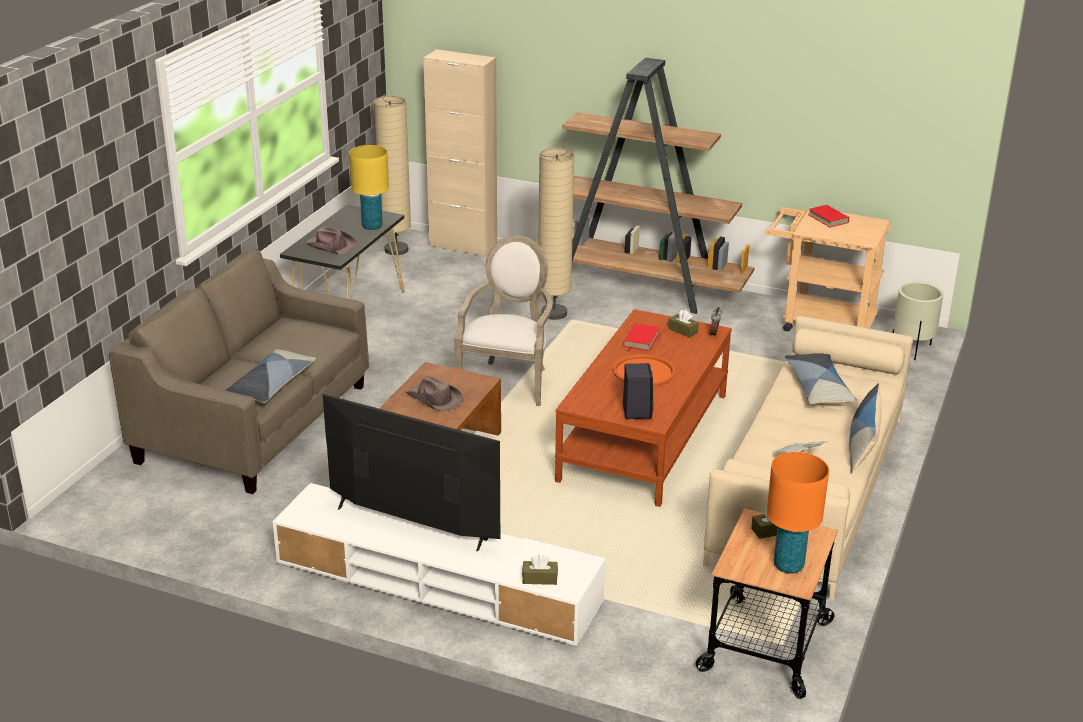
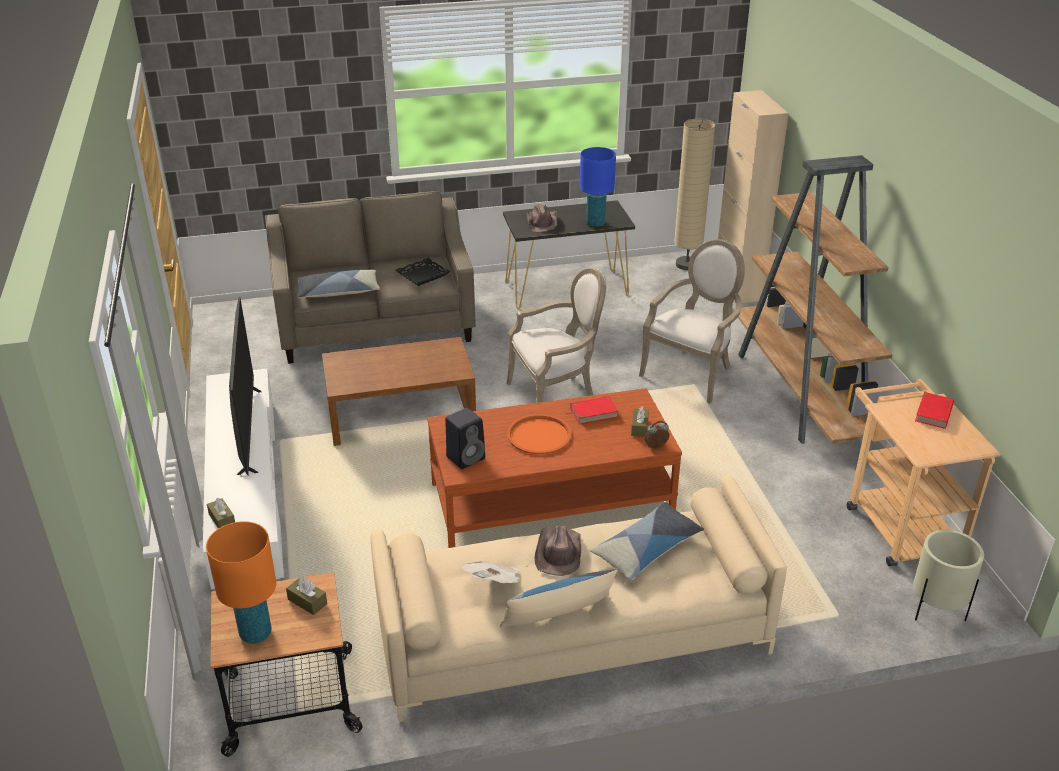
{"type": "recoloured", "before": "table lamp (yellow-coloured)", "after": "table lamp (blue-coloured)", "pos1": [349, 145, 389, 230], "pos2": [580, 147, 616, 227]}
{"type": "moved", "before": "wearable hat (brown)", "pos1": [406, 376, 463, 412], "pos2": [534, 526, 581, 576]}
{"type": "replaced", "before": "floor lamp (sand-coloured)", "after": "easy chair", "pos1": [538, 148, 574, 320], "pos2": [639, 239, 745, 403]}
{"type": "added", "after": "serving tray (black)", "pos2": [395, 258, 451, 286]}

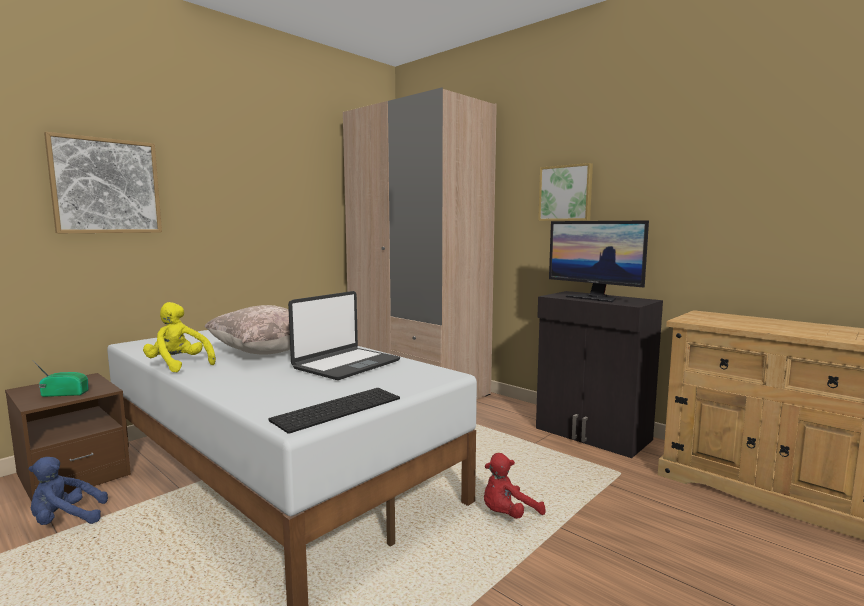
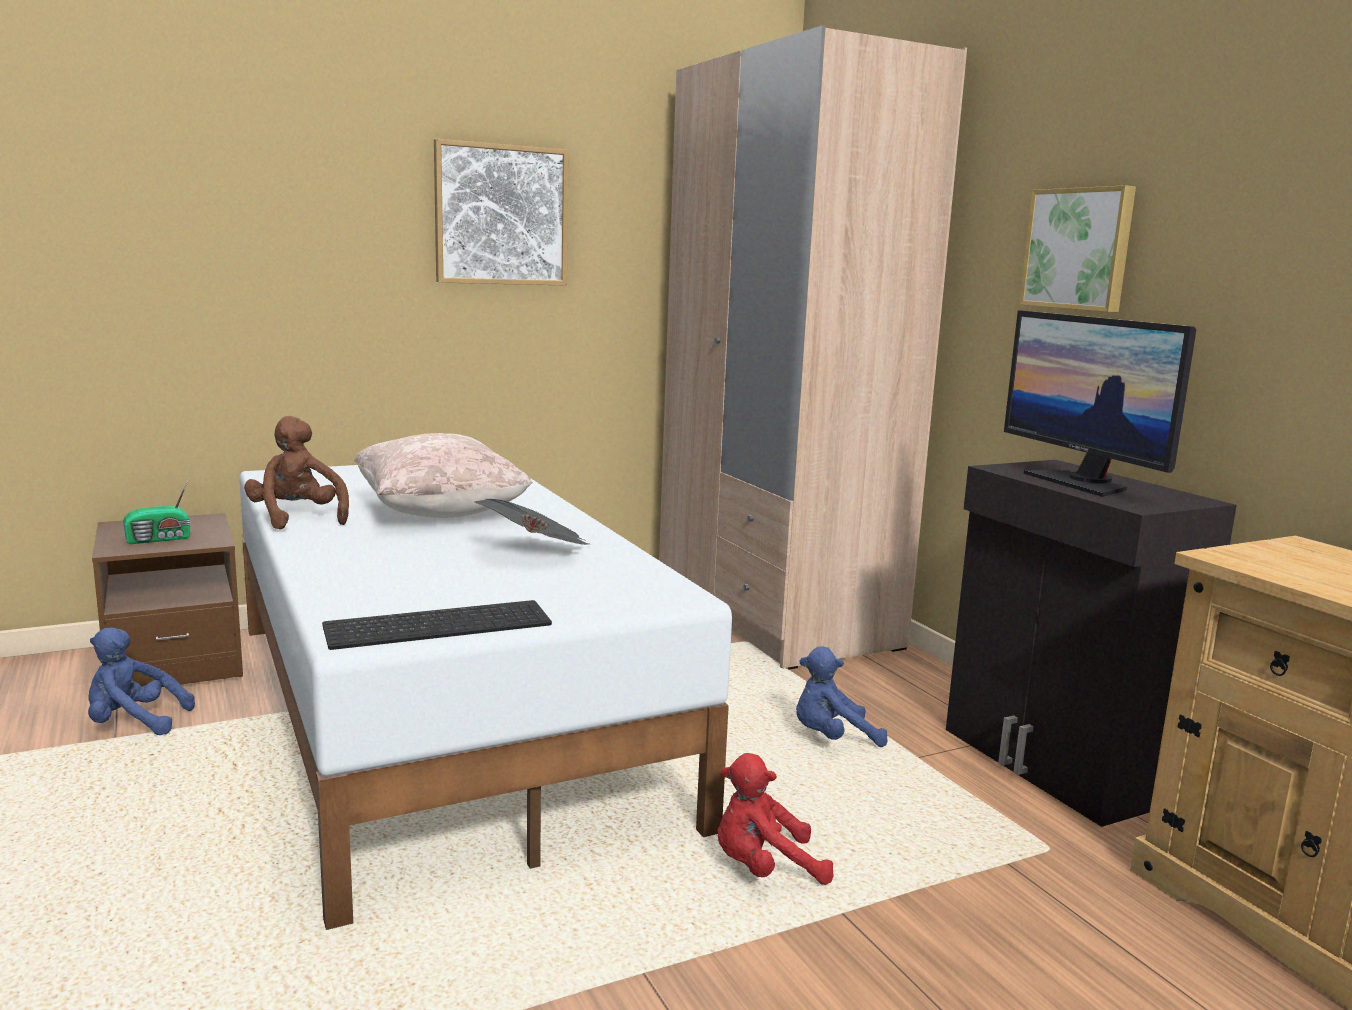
{"type": "turned", "before": "radio", "pos1": [33, 361, 89, 397], "pos2": [123, 480, 191, 544], "turn": 135}
{"type": "moved", "before": "picture", "pos1": [44, 132, 162, 233], "pos2": [434, 139, 569, 286]}
{"type": "recoloured", "before": "soft toy (yellow-coloured)", "after": "soft toy (brown)", "pos1": [143, 302, 216, 373], "pos2": [244, 416, 349, 529]}
{"type": "replaced", "before": "laptop", "after": "newspaper", "pos1": [288, 291, 400, 380], "pos2": [475, 499, 588, 545]}
{"type": "added", "after": "soft toy (blue-coloured)", "pos2": [796, 646, 887, 747]}

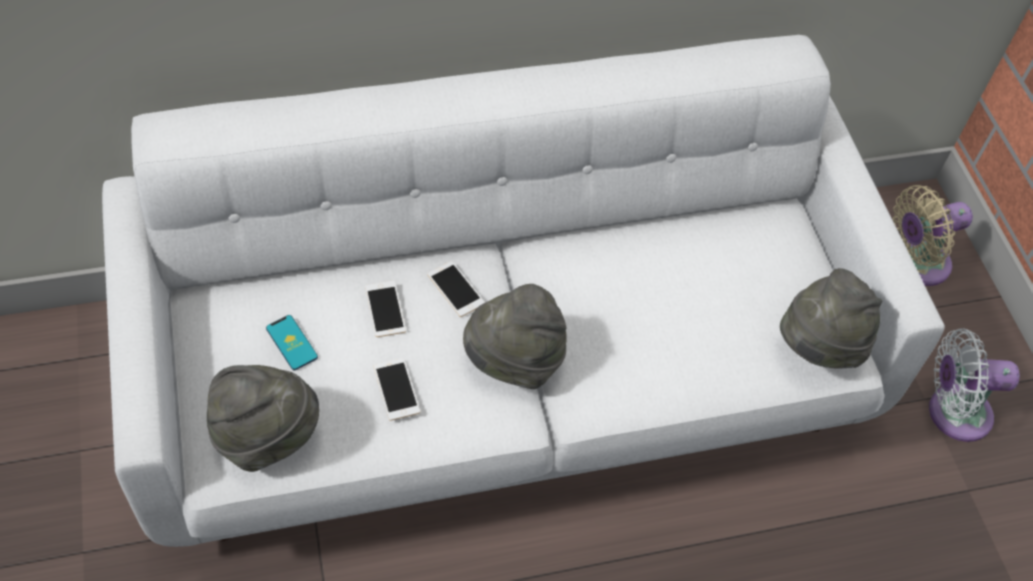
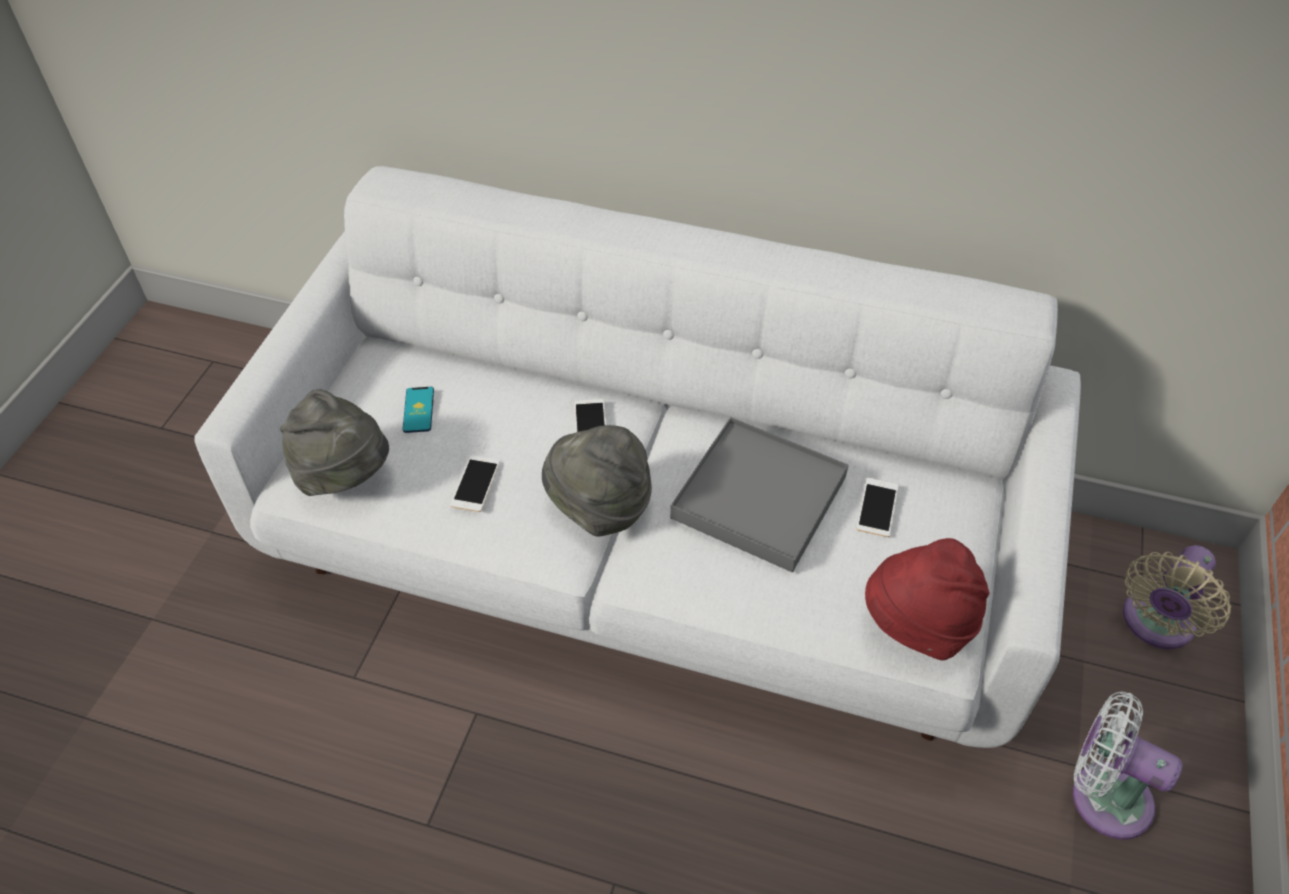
{"type": "moved", "before": "telephone", "pos1": [365, 281, 406, 337], "pos2": [857, 478, 899, 537]}
{"type": "recoloured", "before": "wearable hat (grey)", "after": "wearable hat (red)", "pos1": [780, 268, 882, 368], "pos2": [865, 538, 989, 660]}
{"type": "turned", "before": "electric fan (sand-coloured)", "pos1": [893, 185, 973, 286], "pos2": [1123, 545, 1231, 649], "turn": -60}
{"type": "added", "after": "serving tray (grey)", "pos2": [670, 417, 848, 573]}

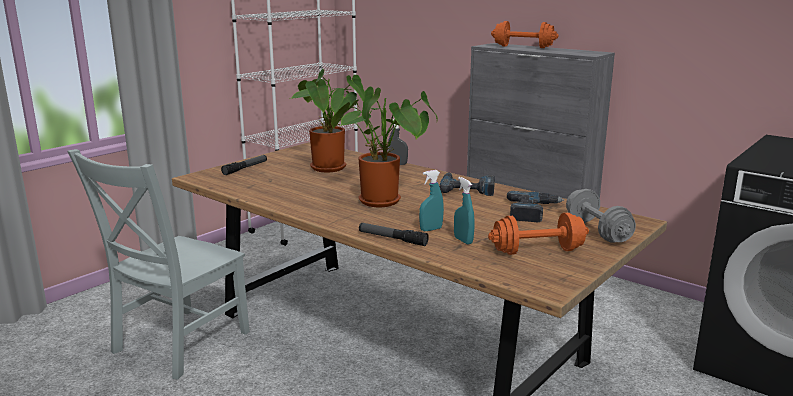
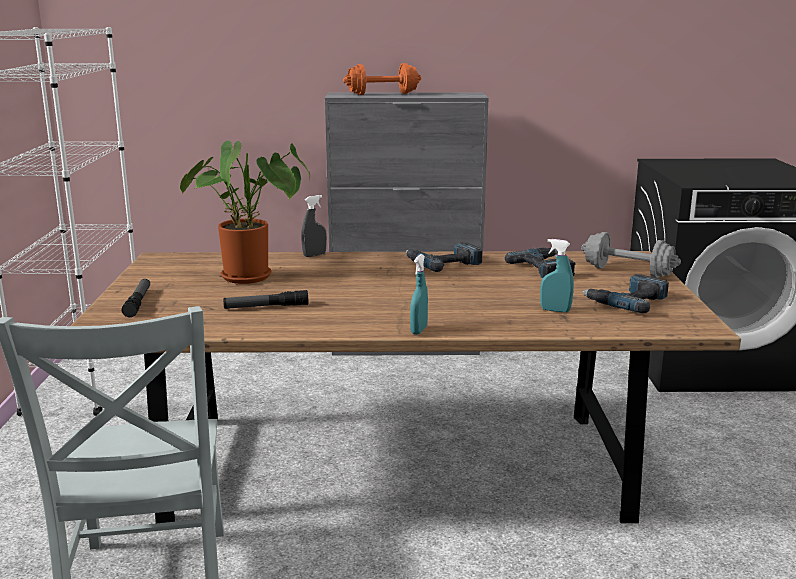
{"type": "removed", "before": "plant in a pot", "pos1": [331, 87, 438, 207]}
{"type": "moved", "before": "torch", "pos1": [359, 223, 429, 246], "pos2": [223, 290, 308, 309]}
{"type": "moved", "before": "sprayer (blue-green)", "pos1": [419, 170, 444, 232], "pos2": [410, 254, 428, 334]}
{"type": "replaced", "before": "free weight (orangey)", "after": "electric drill", "pos1": [488, 213, 589, 255], "pos2": [582, 274, 669, 313]}

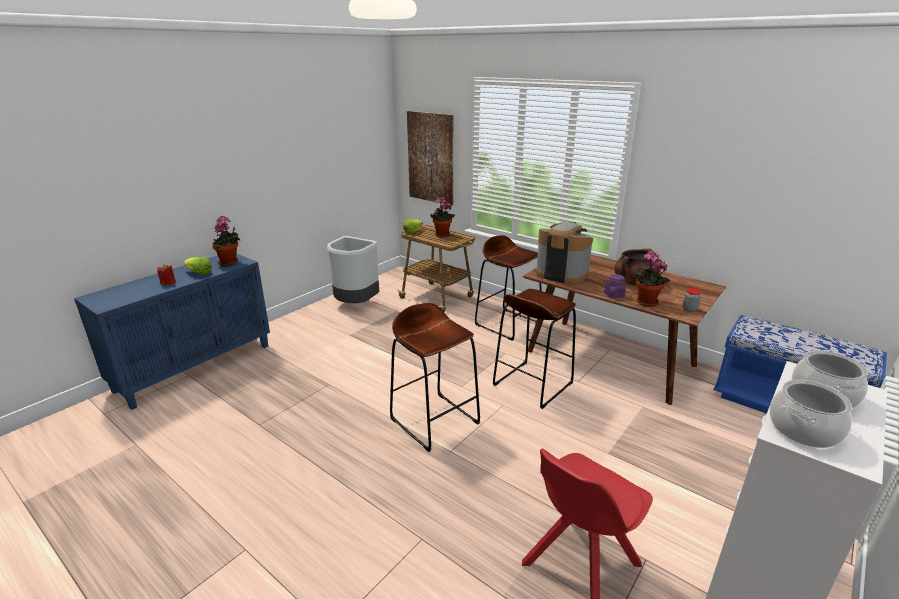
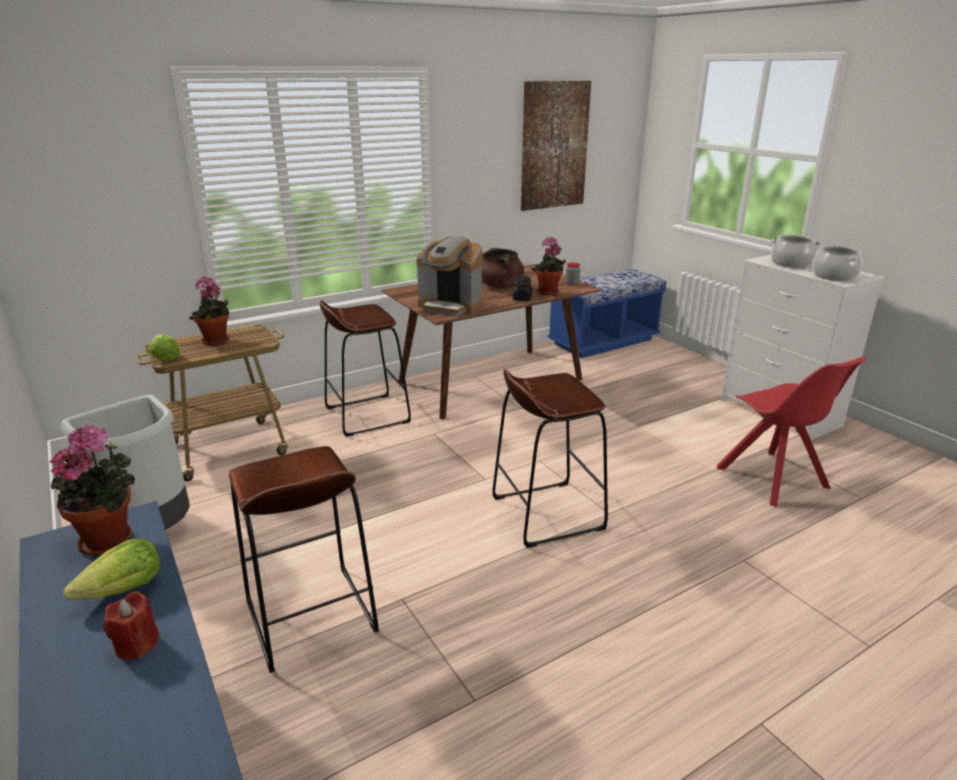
{"type": "moved", "before": "picture", "pos1": [407, 111, 453, 205], "pos2": [521, 81, 591, 211]}
{"type": "moved", "before": "stool seat (brown)", "pos1": [493, 289, 576, 409], "pos2": [229, 446, 379, 673]}
{"type": "turned", "before": "coffee machine", "pos1": [536, 221, 593, 284], "pos2": [416, 236, 483, 316], "turn": -120}
{"type": "recoloured", "before": "preserve jar (purple-coloured)", "after": "preserve jar (black)", "pos1": [604, 274, 628, 298], "pos2": [513, 276, 532, 301]}

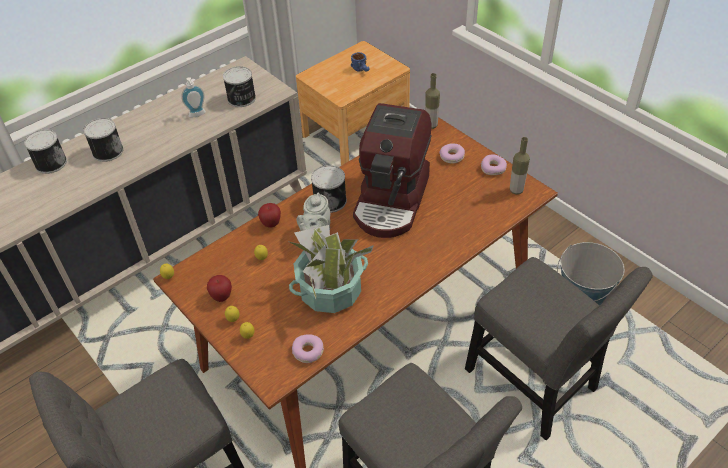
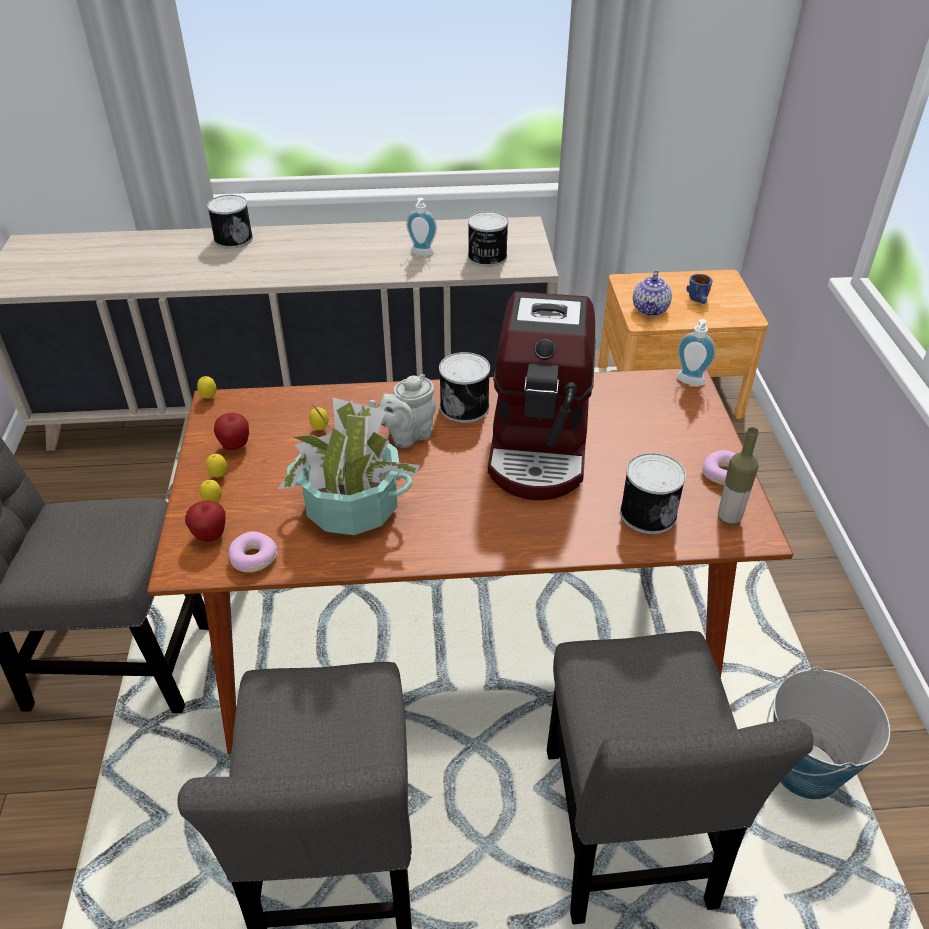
{"type": "moved", "before": "metal can", "pos1": [83, 118, 124, 162], "pos2": [620, 453, 686, 534]}
{"type": "moved", "before": "apple", "pos1": [258, 203, 281, 227], "pos2": [185, 500, 226, 542]}
{"type": "turned", "before": "coffee machine", "pos1": [353, 103, 432, 238], "pos2": [488, 292, 596, 500], "turn": -45}
{"type": "replaced", "before": "drink bottle", "after": "liquid soap bottle", "pos1": [425, 73, 440, 129], "pos2": [676, 319, 716, 386]}
{"type": "removed", "before": "ring doughnut", "pos1": [439, 143, 465, 163]}
{"type": "added", "after": "teapot", "pos2": [633, 270, 672, 316]}

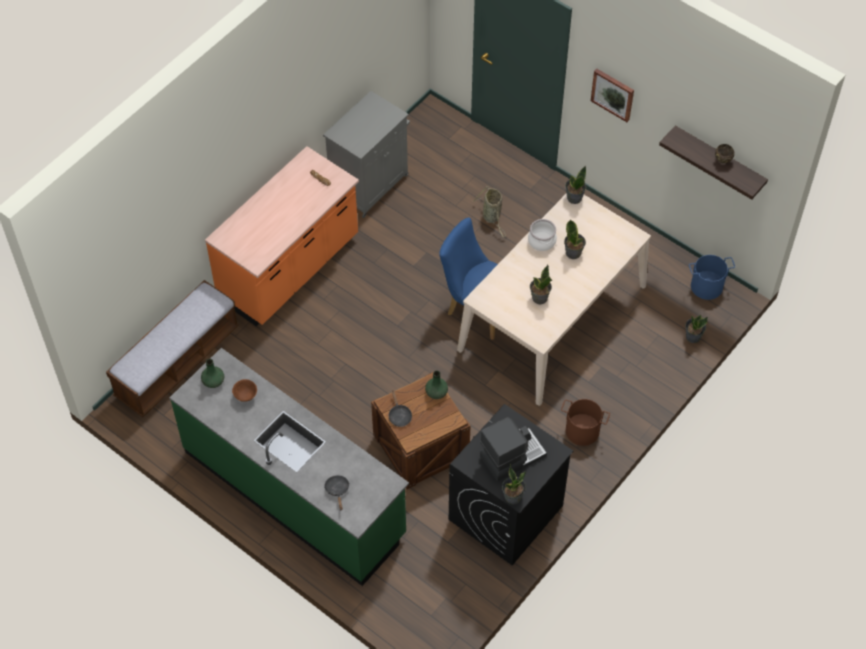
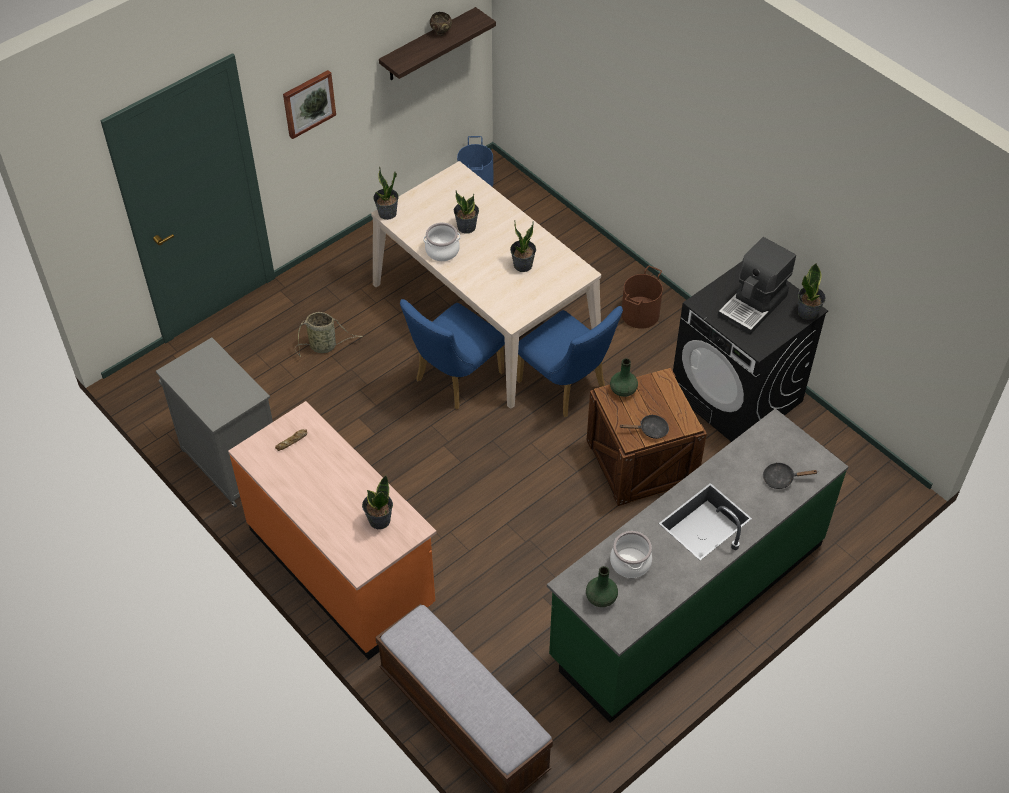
{"type": "replaced", "before": "deep dish (brown)", "after": "cooking pot", "pos1": [232, 379, 257, 402], "pos2": [610, 531, 652, 578]}
{"type": "turned", "before": "coffee machine", "pos1": [480, 417, 547, 481], "pos2": [718, 237, 796, 335], "turn": -120}
{"type": "moved", "before": "plant in a pot", "pos1": [685, 315, 708, 343], "pos2": [362, 475, 393, 529]}
{"type": "added", "after": "plain chair (blue-coloured)", "pos2": [517, 306, 623, 417]}

